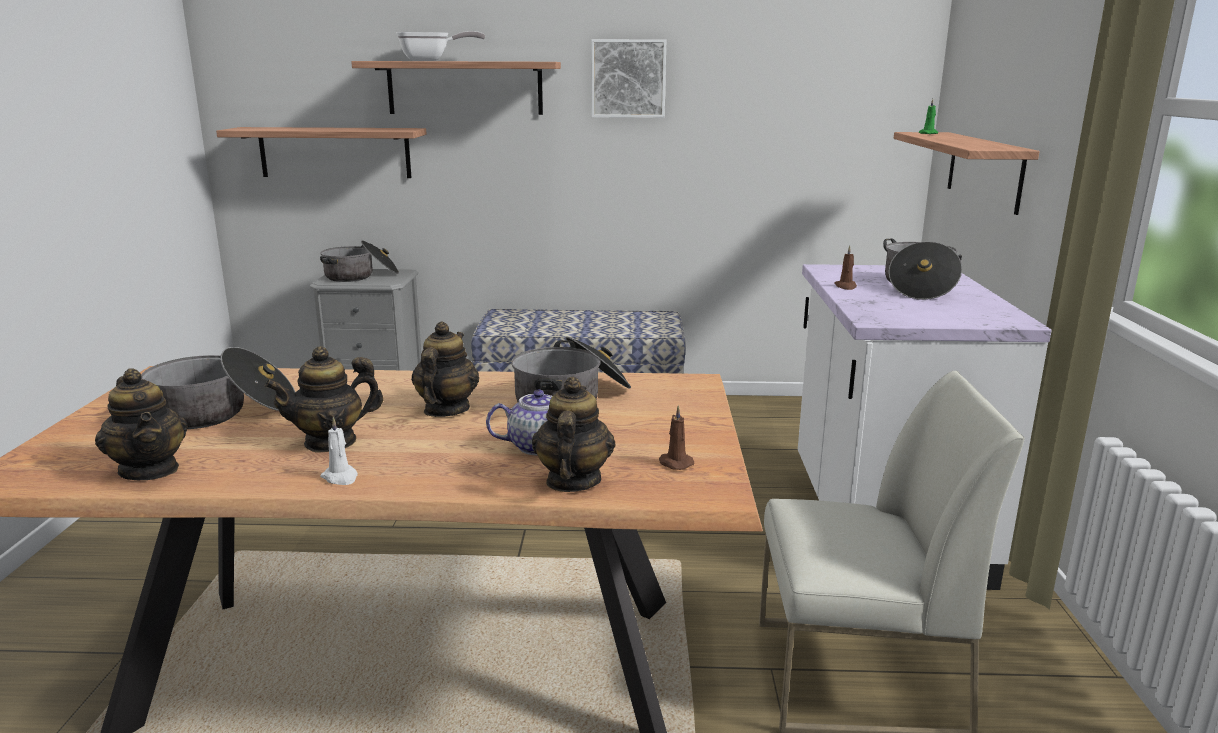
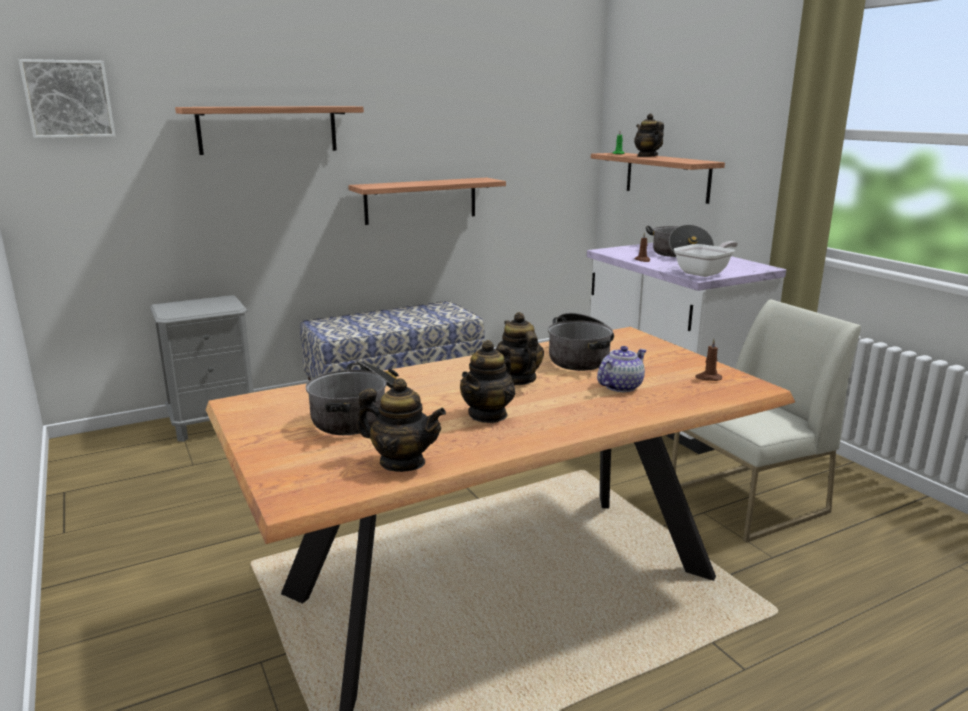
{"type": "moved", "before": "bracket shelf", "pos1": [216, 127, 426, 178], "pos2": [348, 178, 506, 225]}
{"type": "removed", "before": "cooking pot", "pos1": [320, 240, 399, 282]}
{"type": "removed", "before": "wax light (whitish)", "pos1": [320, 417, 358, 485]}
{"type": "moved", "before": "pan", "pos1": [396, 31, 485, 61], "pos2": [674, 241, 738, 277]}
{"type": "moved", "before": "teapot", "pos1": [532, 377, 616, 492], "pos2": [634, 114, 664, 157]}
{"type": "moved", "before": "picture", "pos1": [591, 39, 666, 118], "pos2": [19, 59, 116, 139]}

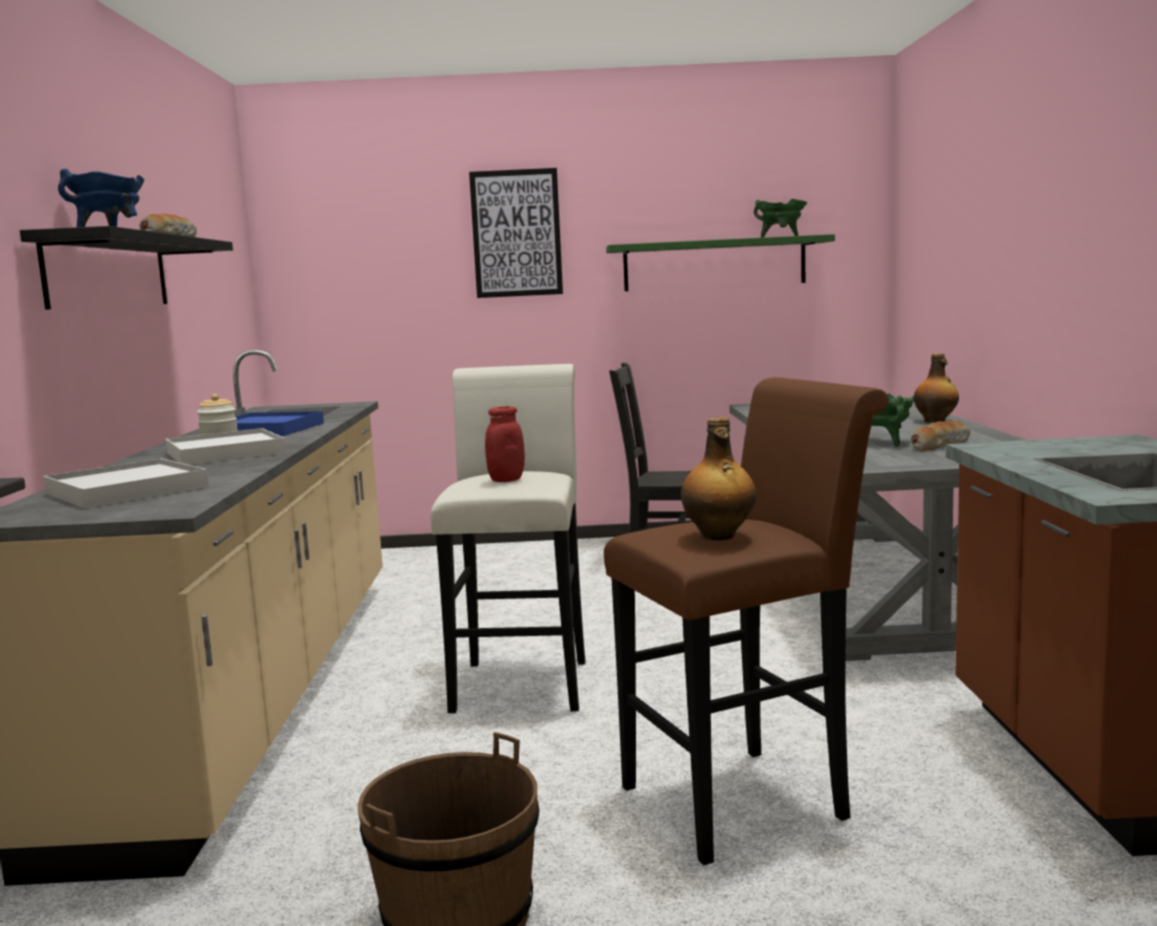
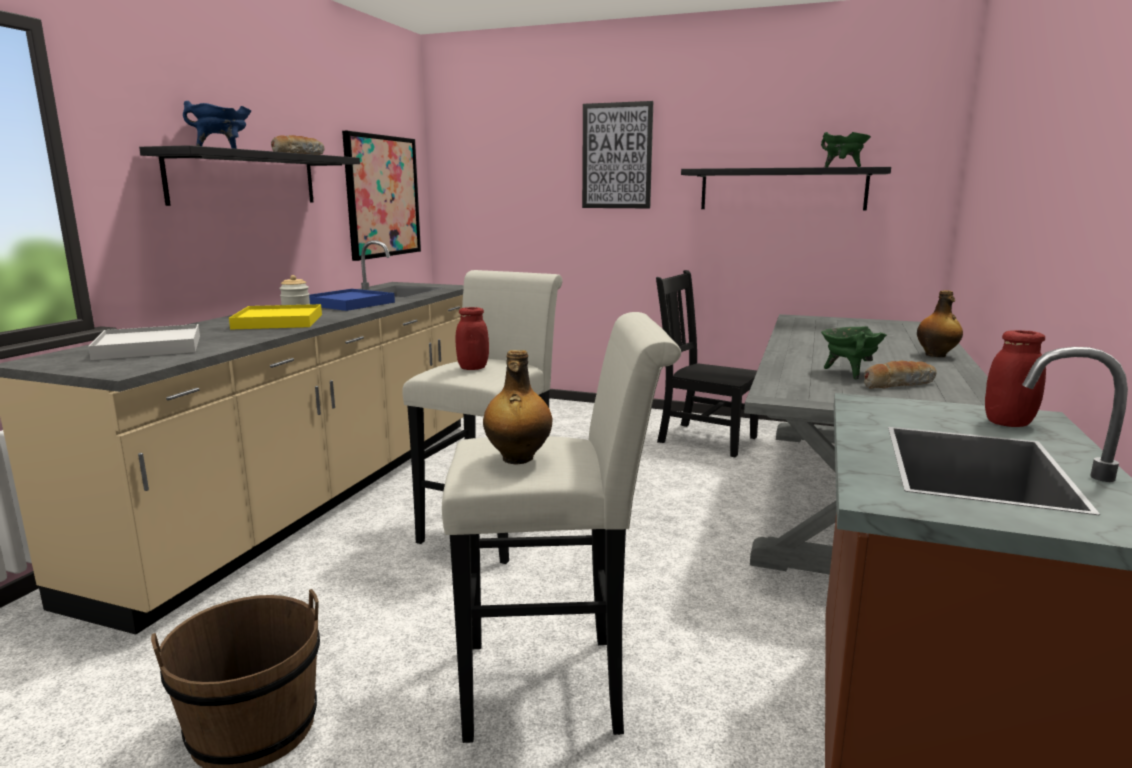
{"type": "recoloured", "before": "serving tray (whitish)", "after": "serving tray (yellow-coloured)", "pos1": [165, 428, 286, 465], "pos2": [229, 304, 322, 330]}
{"type": "recoloured", "before": "stool seat (brown)", "after": "stool seat (whitish)", "pos1": [604, 377, 889, 865], "pos2": [442, 312, 681, 743]}
{"type": "recoloured", "before": "bracket shelf (greenish)", "after": "bracket shelf (black)", "pos1": [606, 234, 835, 291], "pos2": [681, 167, 891, 210]}
{"type": "added", "after": "picture", "pos2": [342, 131, 421, 261]}
{"type": "added", "after": "preserve jar (red)", "pos2": [985, 330, 1046, 427]}

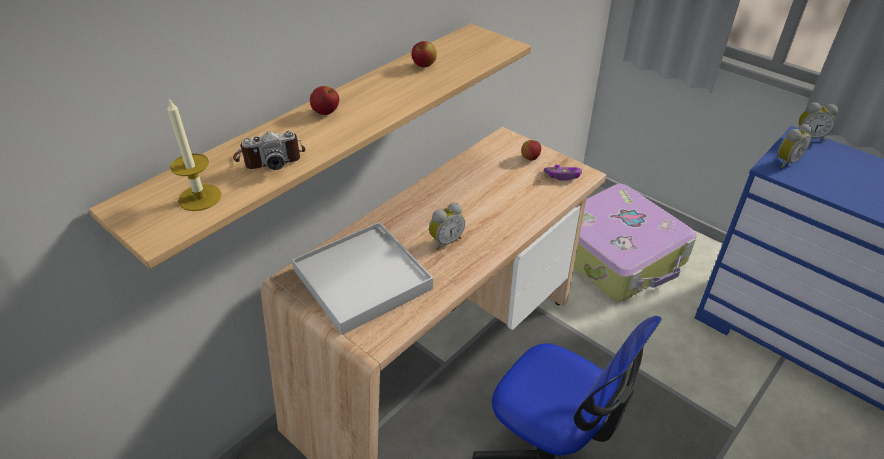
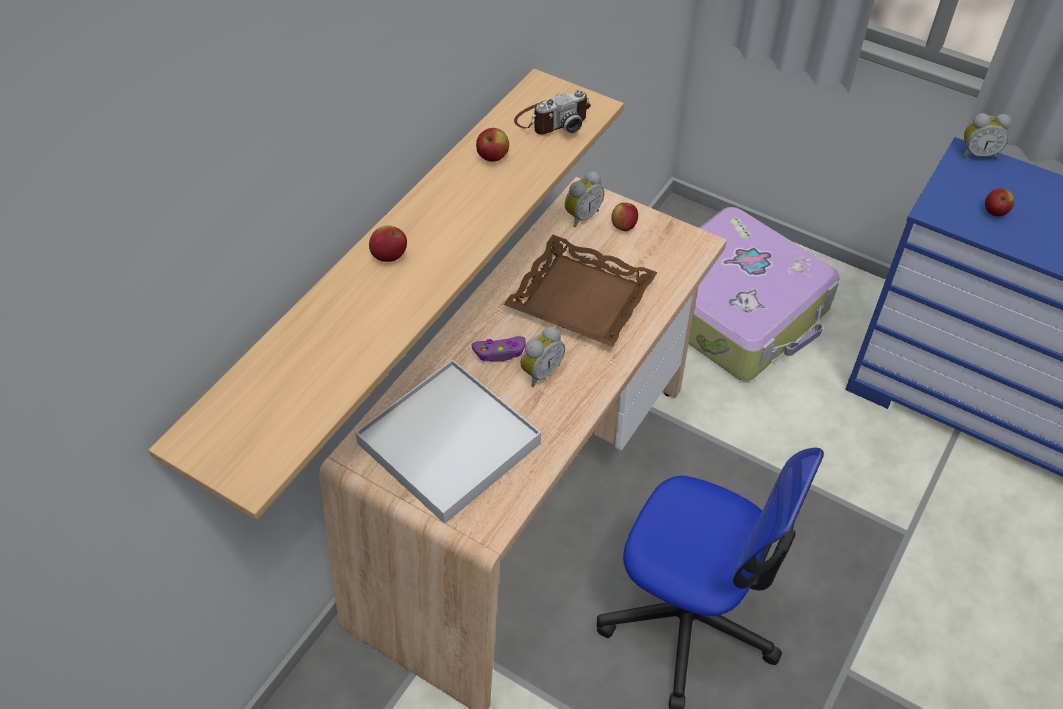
{"type": "removed", "before": "wax light", "pos1": [167, 98, 222, 211]}
{"type": "moved", "before": "photo camera", "pos1": [233, 131, 305, 170], "pos2": [514, 90, 591, 135]}
{"type": "moved", "before": "joypad (purple-coloured)", "pos1": [544, 165, 582, 181], "pos2": [472, 336, 526, 362]}
{"type": "moved", "before": "bedside clock", "pos1": [778, 124, 812, 168], "pos2": [565, 171, 604, 228]}
{"type": "added", "after": "serving tray (brown)", "pos2": [504, 235, 658, 347]}
{"type": "added", "after": "apple", "pos2": [985, 188, 1014, 217]}

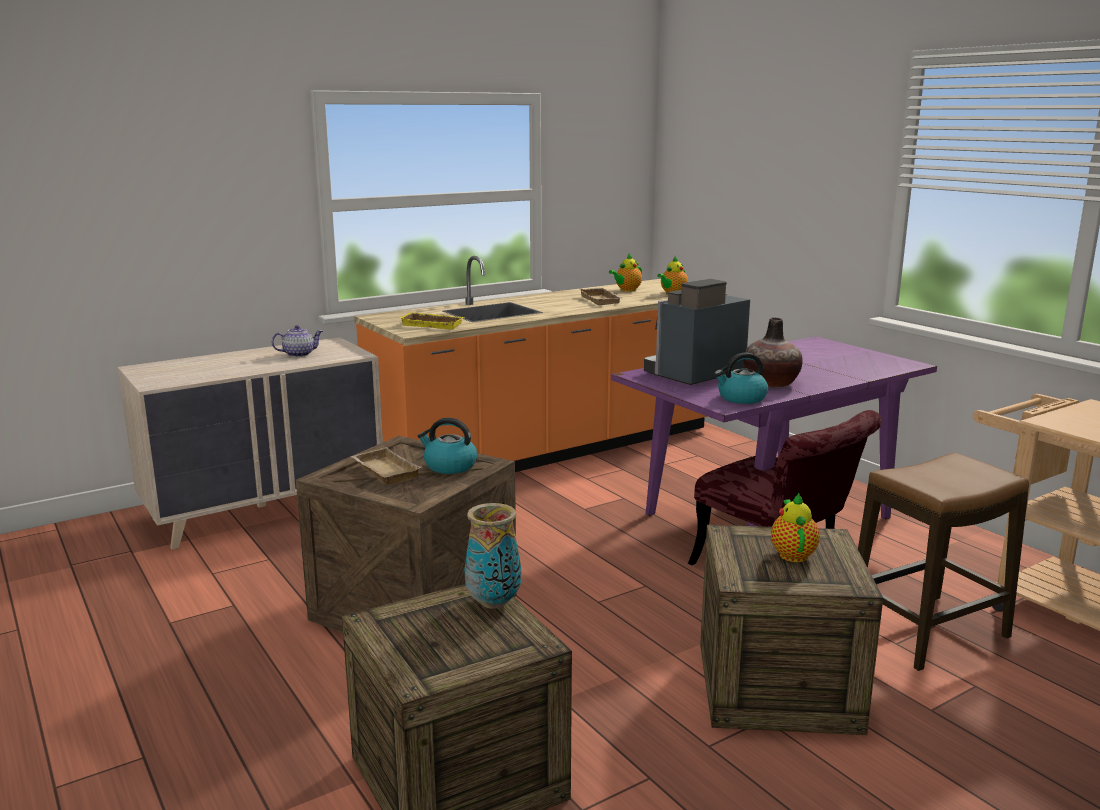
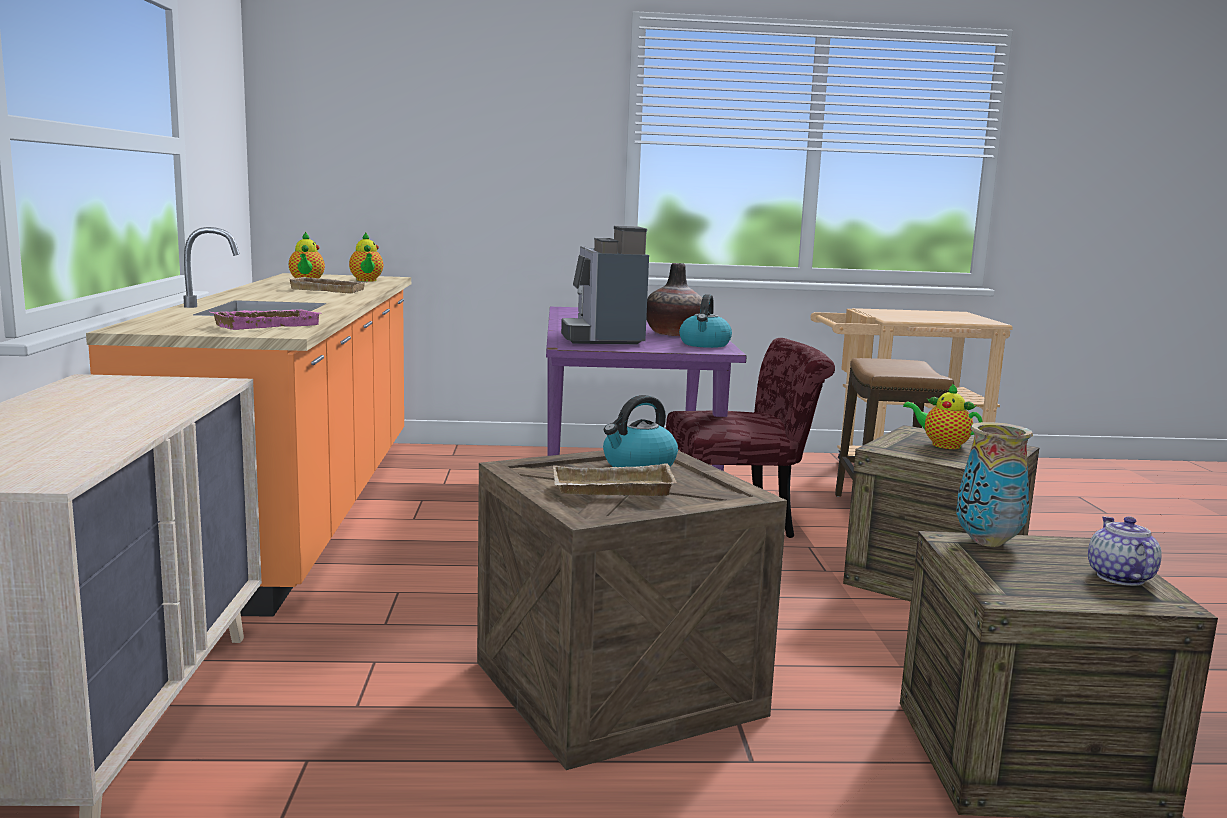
{"type": "moved", "before": "teapot", "pos1": [272, 325, 323, 357], "pos2": [1088, 516, 1162, 586]}
{"type": "recoloured", "before": "serving tray (yellow-coloured)", "after": "serving tray (pink)", "pos1": [400, 312, 465, 329], "pos2": [210, 309, 321, 330]}

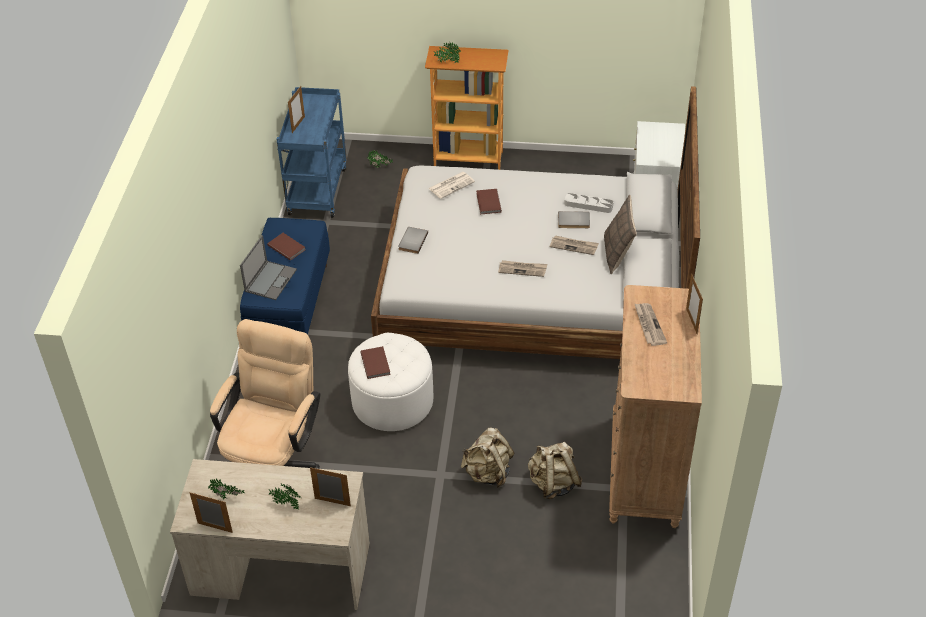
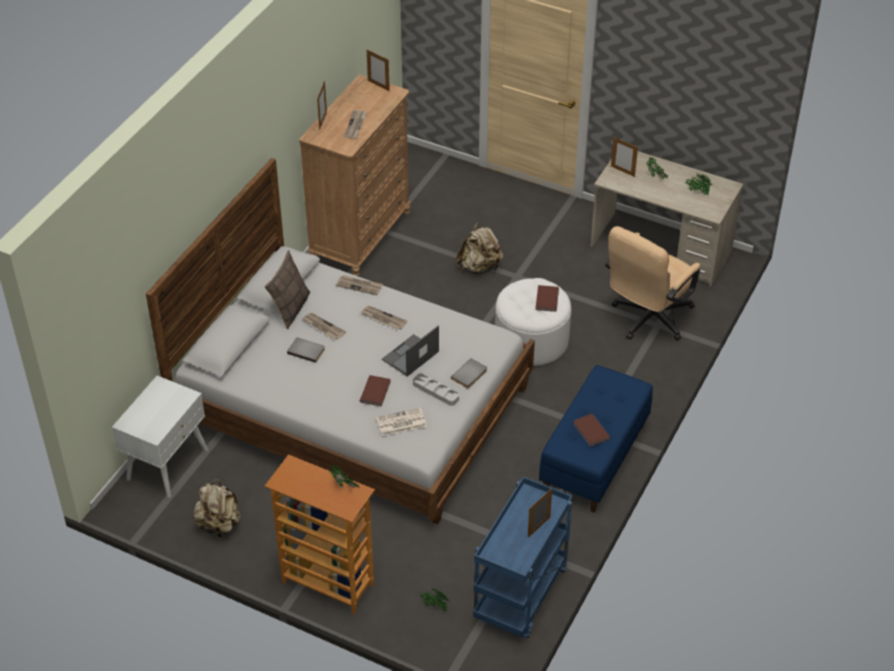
{"type": "moved", "before": "picture frame", "pos1": [190, 492, 233, 533], "pos2": [367, 49, 390, 91]}
{"type": "moved", "before": "laptop", "pos1": [240, 235, 297, 300], "pos2": [382, 326, 439, 377]}
{"type": "moved", "before": "rucksack (sand-coloured)", "pos1": [528, 441, 582, 499], "pos2": [193, 479, 240, 537]}
{"type": "moved", "before": "serving tray (grey)", "pos1": [564, 193, 613, 213], "pos2": [413, 373, 459, 406]}
{"type": "added", "after": "newspaper", "pos2": [336, 275, 383, 295]}

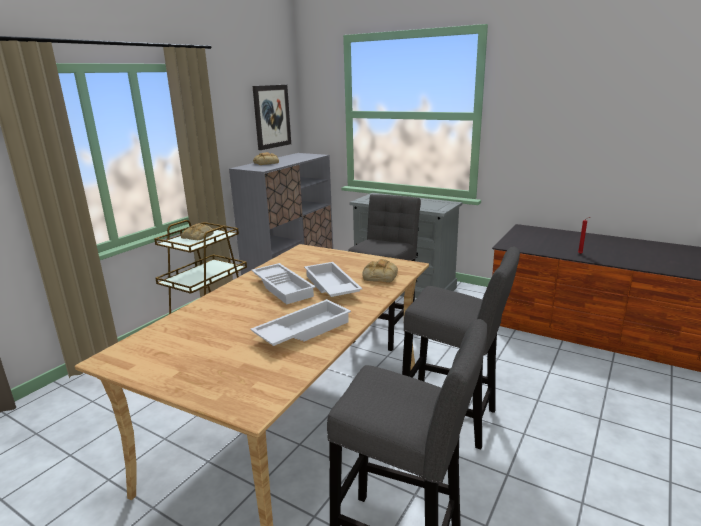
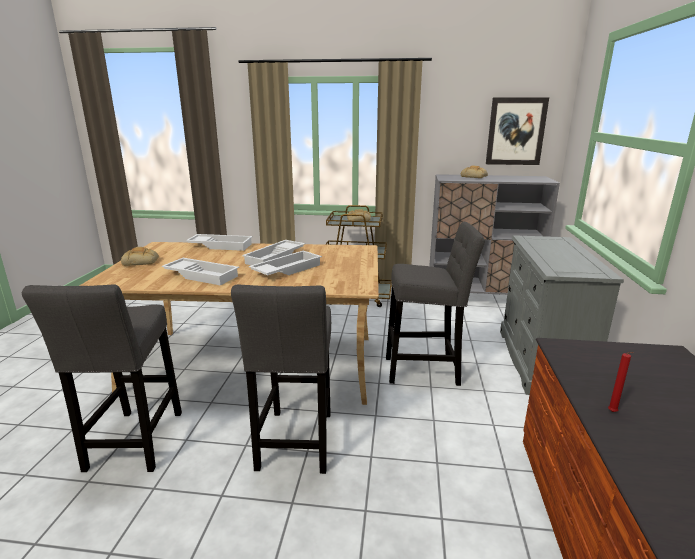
{"type": "moved", "before": "bakery bread", "pos1": [363, 259, 398, 283], "pos2": [121, 247, 159, 266]}
{"type": "added", "after": "serving tray (whitish)", "pos2": [186, 234, 253, 251]}

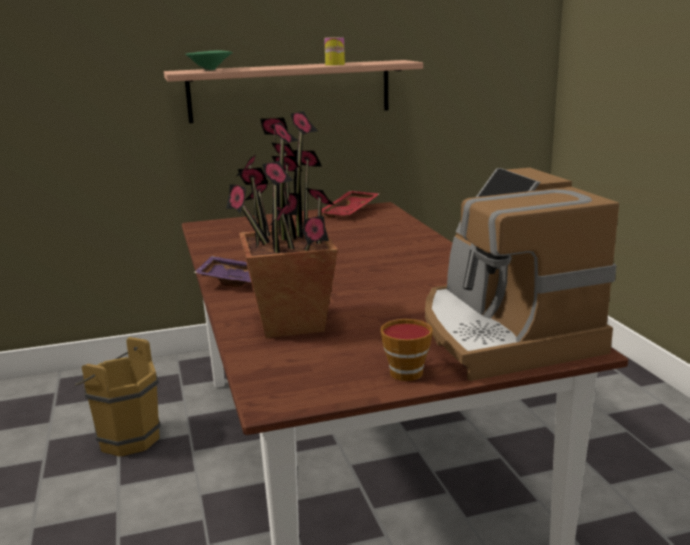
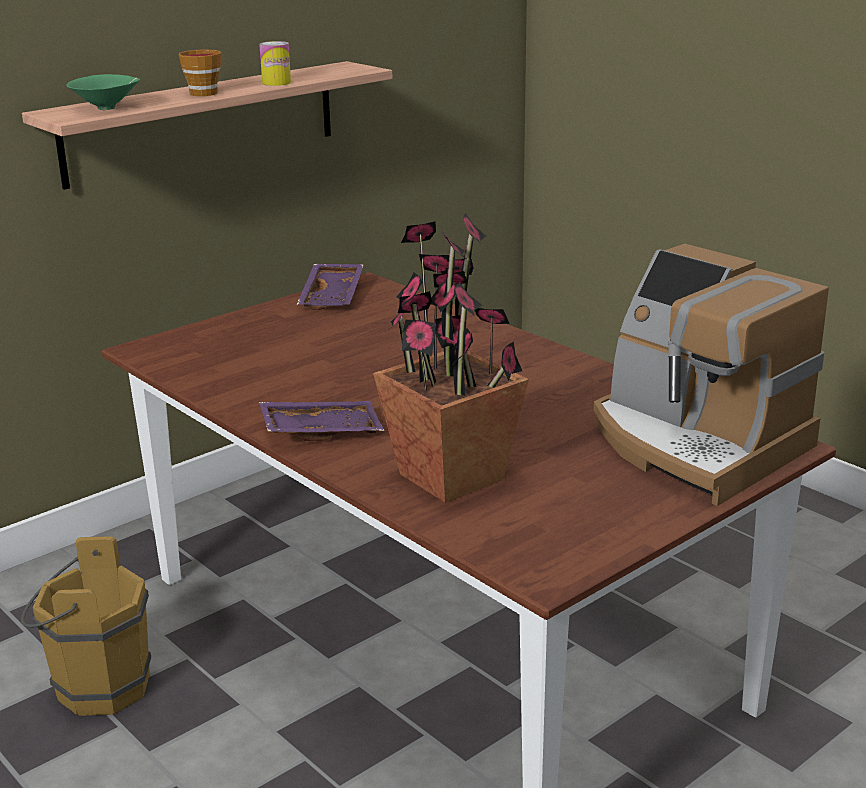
{"type": "recoloured", "before": "serving tray (red)", "after": "serving tray (purple-coloured)", "pos1": [321, 191, 379, 218], "pos2": [296, 264, 364, 310]}
{"type": "moved", "before": "small cup", "pos1": [381, 319, 433, 381], "pos2": [178, 49, 222, 96]}

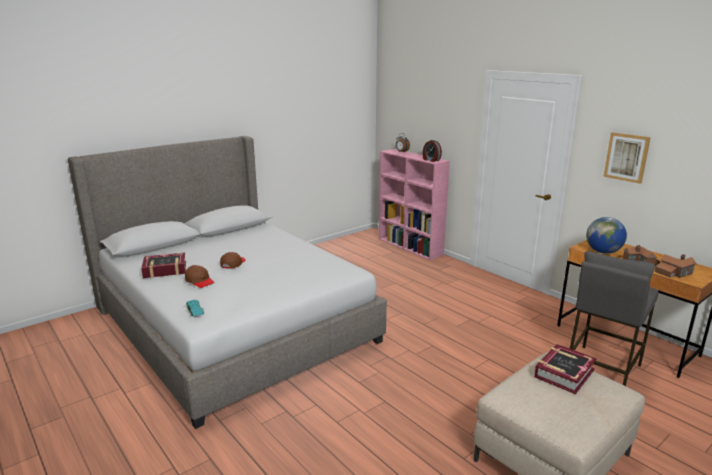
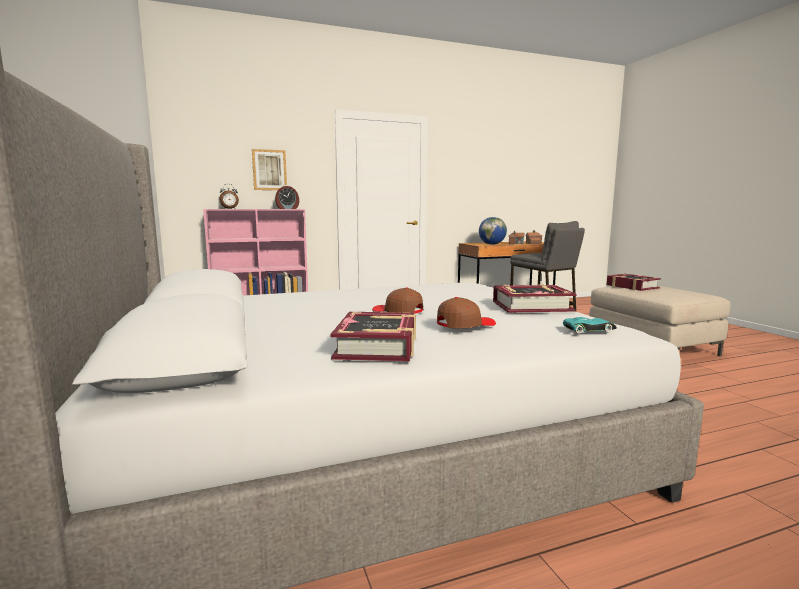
{"type": "moved", "before": "picture", "pos1": [603, 132, 651, 184], "pos2": [252, 149, 287, 190]}
{"type": "added", "after": "book", "pos2": [493, 284, 576, 312]}

